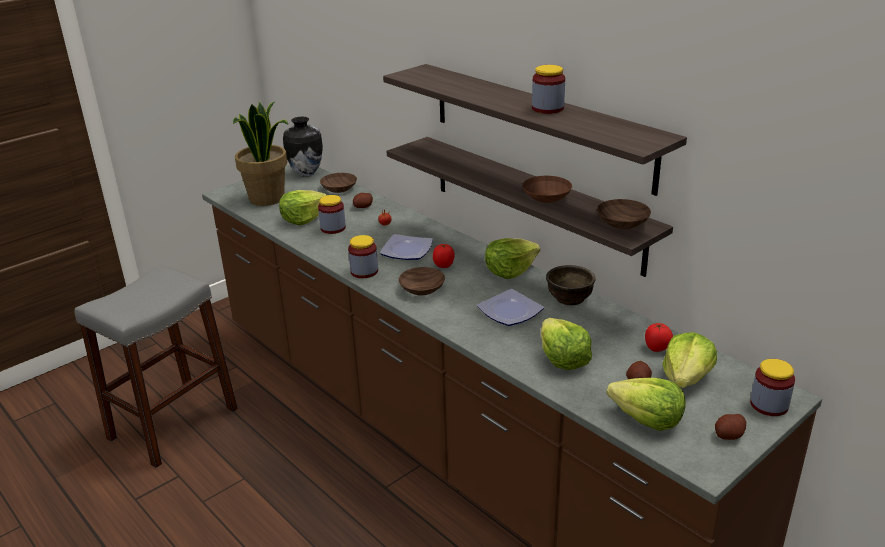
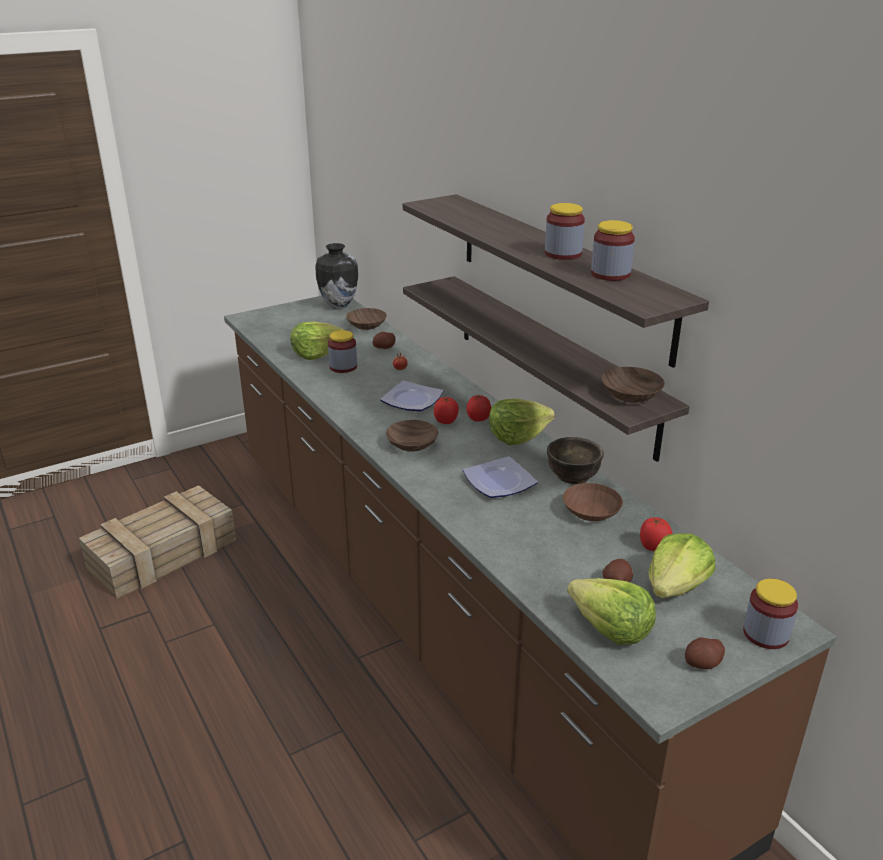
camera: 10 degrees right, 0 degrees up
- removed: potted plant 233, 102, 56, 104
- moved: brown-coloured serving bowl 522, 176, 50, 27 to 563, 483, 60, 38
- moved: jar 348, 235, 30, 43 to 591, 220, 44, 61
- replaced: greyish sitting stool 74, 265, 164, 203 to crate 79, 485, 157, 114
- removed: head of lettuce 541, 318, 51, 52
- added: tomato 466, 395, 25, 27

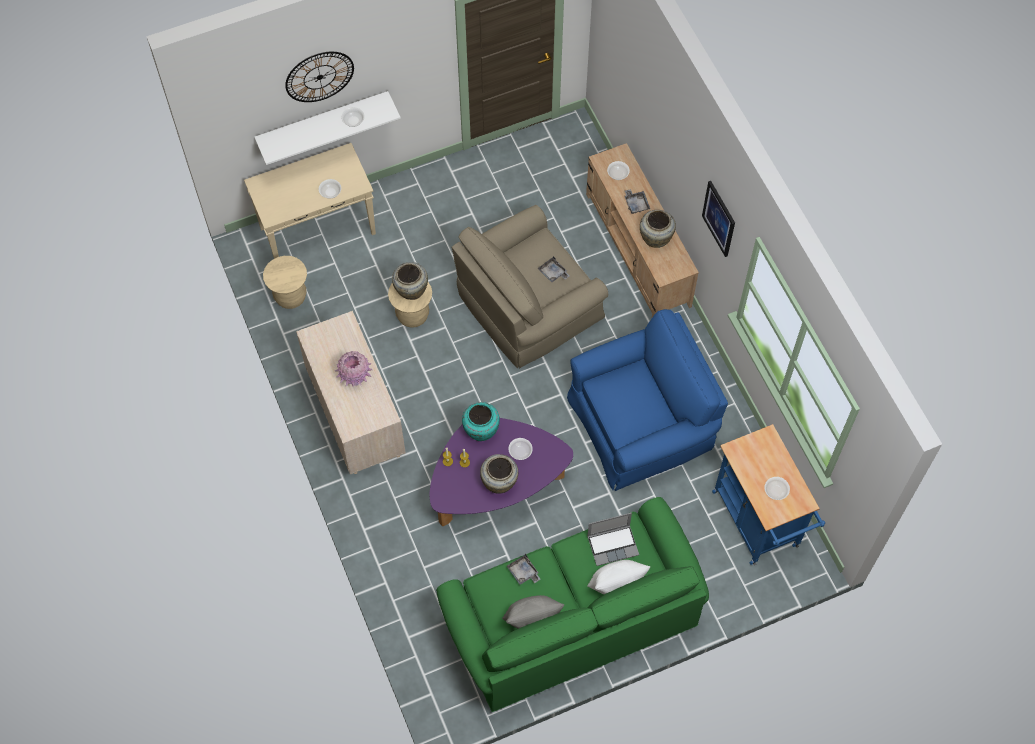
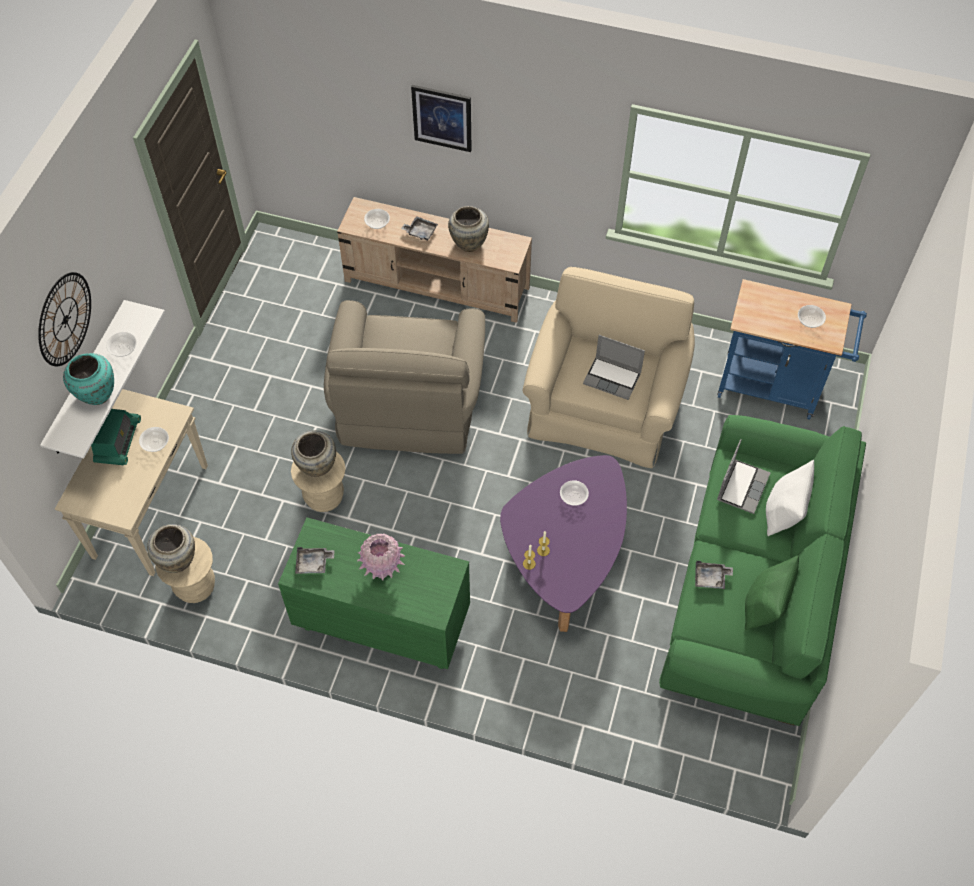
camera: 50 degrees left, 5 degrees down
- moved: wall art 702, 181, 33, 76 to 411, 85, 61, 67
- moved: greyish serving tray 538, 256, 31, 26 to 295, 547, 40, 27
- recoloured: blue-coloured armchair 567, 309, 161, 182 to sand-coloured armchair 523, 267, 172, 201
- recoloured: sand-coloured drawer chest 296, 311, 110, 163 to greenish drawer chest 278, 517, 192, 152
- moved: turquoise vase 462, 402, 38, 39 to 63, 353, 51, 52
- moved: sand-coloured vase 480, 454, 38, 40 to 147, 524, 48, 49
- recoloured: greyish throw pillow 502, 595, 62, 34 to greenish throw pillow 745, 555, 54, 75
- added: laptop 583, 335, 62, 65
- added: radio set 91, 409, 50, 56

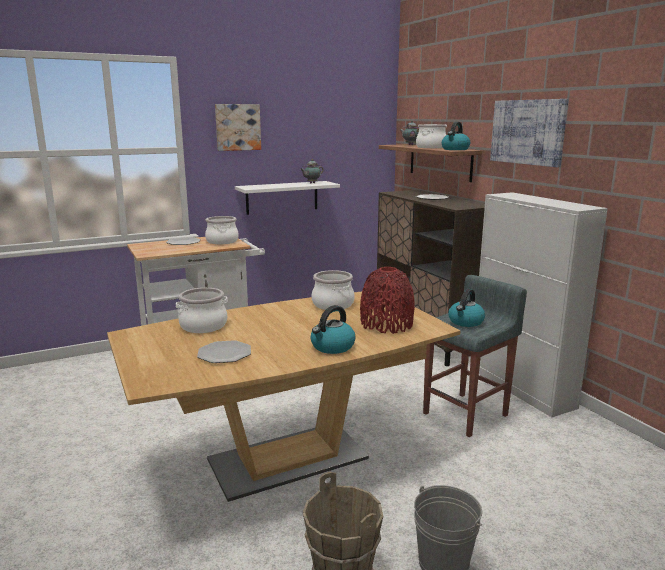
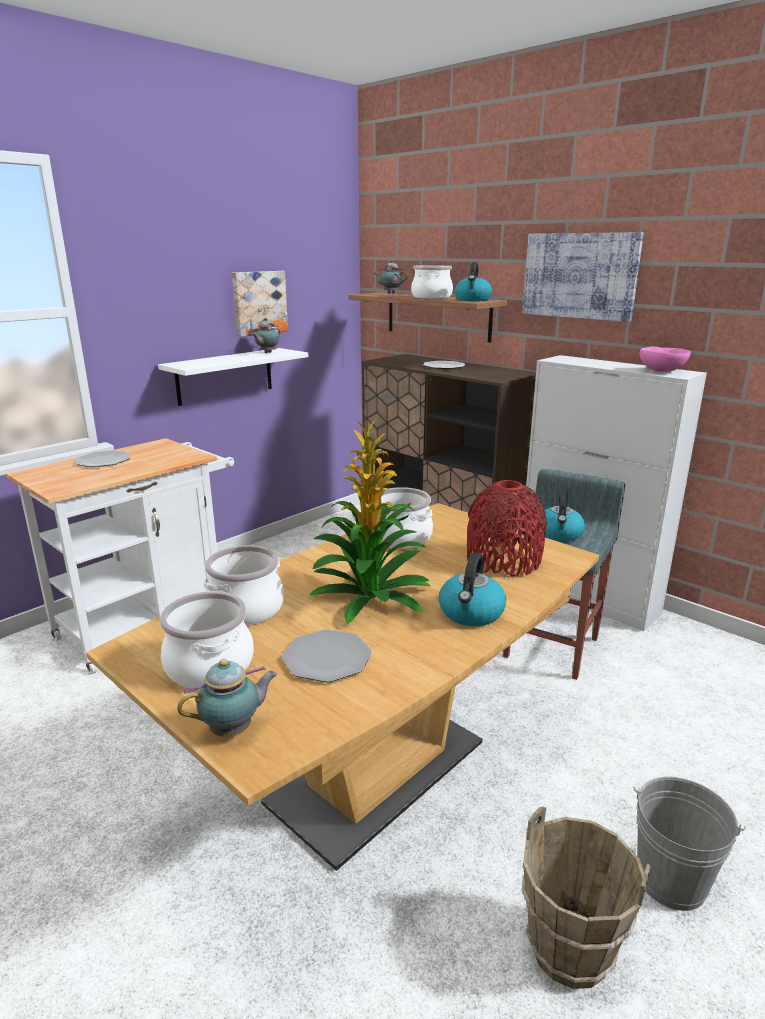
camera: 20 degrees left, 5 degrees up
- moved: wall art 215, 104, 46, 47 to 232, 271, 56, 66
- moved: saucepot 205, 216, 34, 28 to 160, 591, 94, 98
- added: pink-coloured serving bowl 640, 346, 51, 26
- added: potted plant 309, 419, 122, 205
- added: pot for tea 177, 659, 100, 78

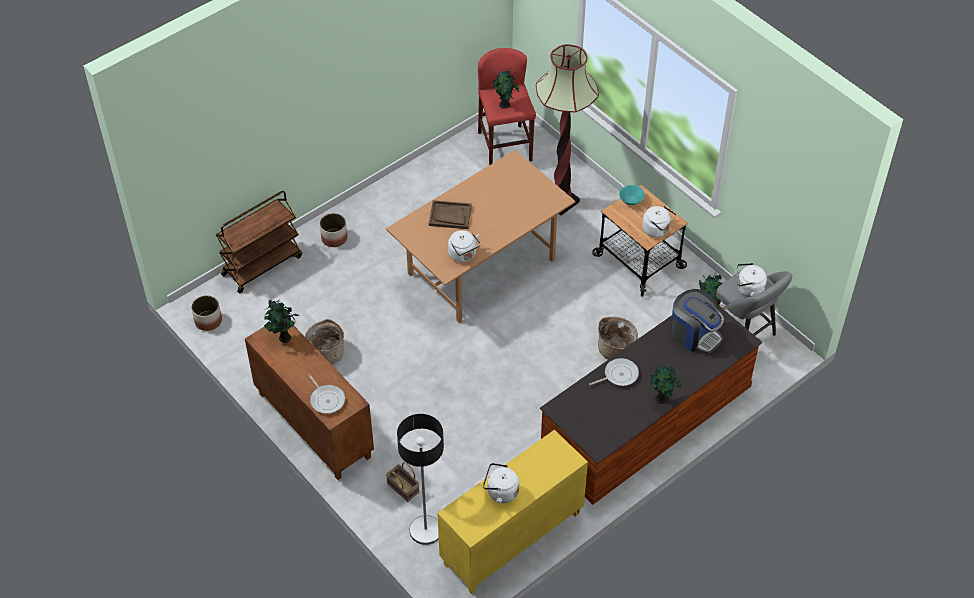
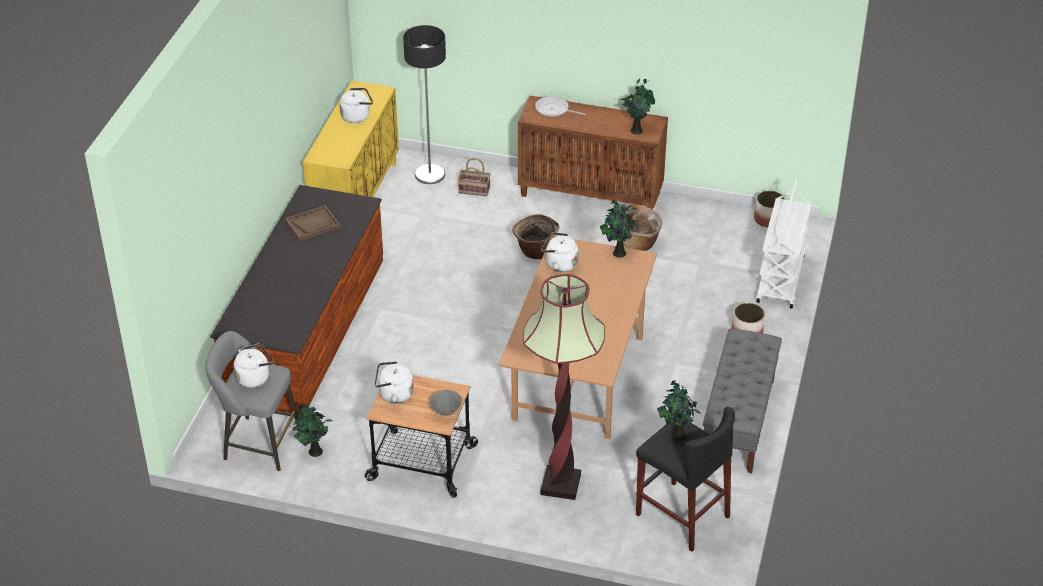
camera: 145 degrees right, 10 degrees down
- recoloured: red sitting stool 478, 48, 58, 117 to black sitting stool 636, 407, 99, 145
- recoloured: turquoise serving bowl 619, 185, 26, 20 to greyish serving bowl 430, 390, 32, 26
- recoloured: brown-coloured wheeled cart 216, 191, 86, 102 to white wheeled cart 756, 179, 56, 130
- moved: brown-coloured serving tray 429, 200, 43, 29 to 285, 205, 55, 36
- removed: coffee brewer 672, 289, 52, 65
- moved: basket 598, 317, 40, 43 to 512, 214, 48, 45
- removed: pan 589, 358, 50, 28
- moved: potted plant 650, 363, 32, 41 to 600, 199, 38, 59
- added: greyish long seat 703, 329, 79, 144

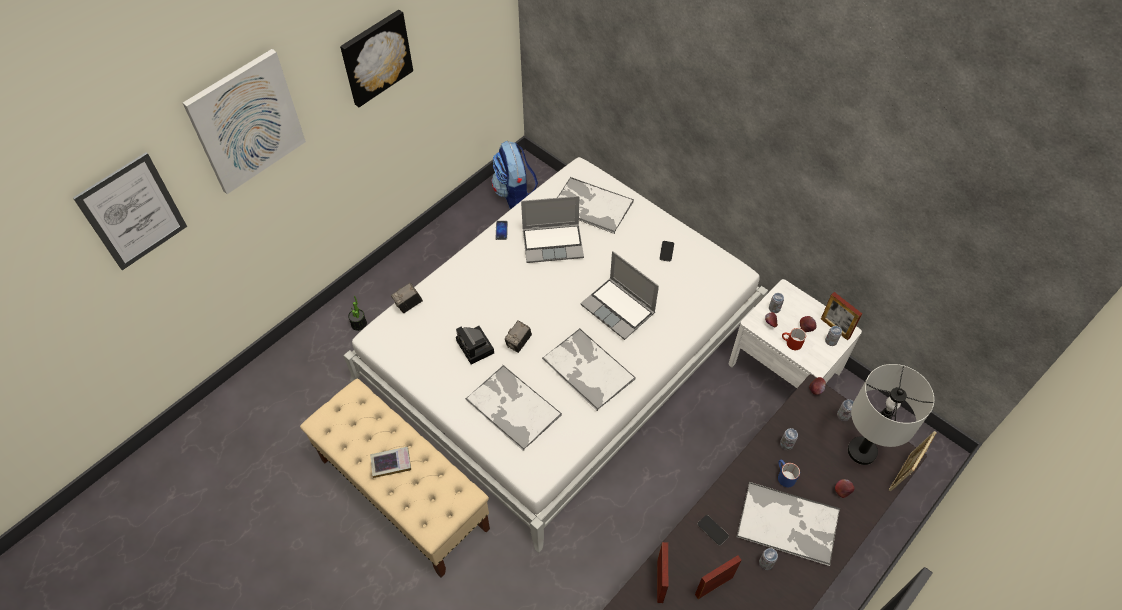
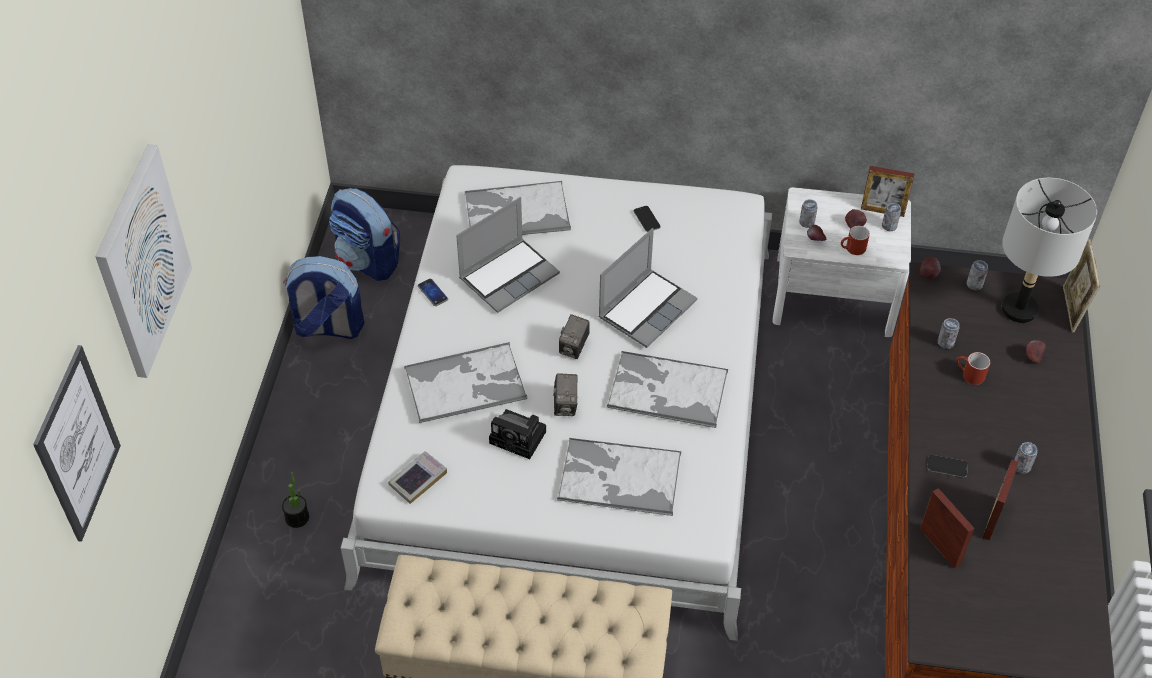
camera: 35 degrees left, 5 degrees down
- removed: wall art 340, 10, 73, 97
- turned: laptop 580, 251, 79, 89 = 598, 228, 99, 120 60 degrees counterclockwise
- moved: photo camera 391, 283, 32, 30 to 559, 314, 31, 45
- moved: bound book 370, 447, 41, 31 to 388, 451, 59, 53
- recoloured: blue-coloured mug 778, 460, 22, 27 to red mug 957, 352, 33, 33
- moved: serving tray 736, 482, 104, 84 to 404, 342, 123, 81
- added: knapsack 283, 256, 82, 83

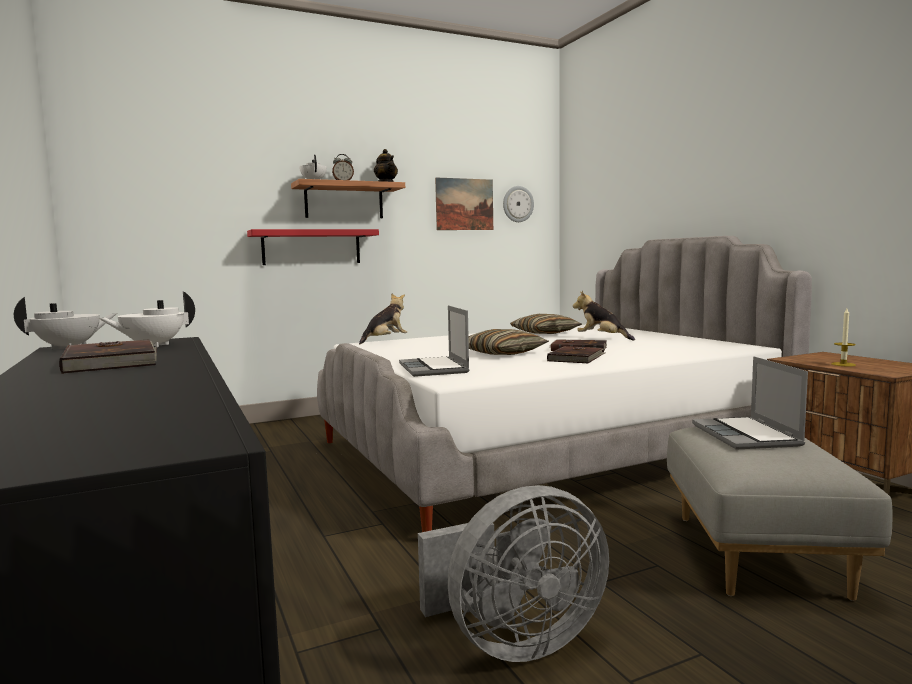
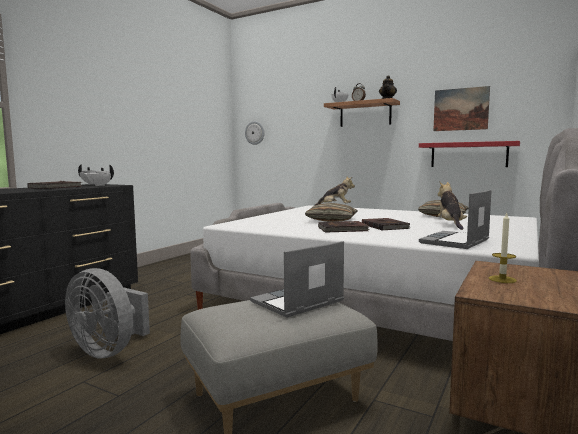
camera: 55 degrees right, 0 degrees up
- moved: clock on the wall 503, 186, 31, 36 to 245, 121, 19, 24
- moved: red bracket shelf 247, 229, 132, 36 to 419, 141, 101, 26
- moved: laptop 399, 305, 71, 72 to 419, 190, 73, 59

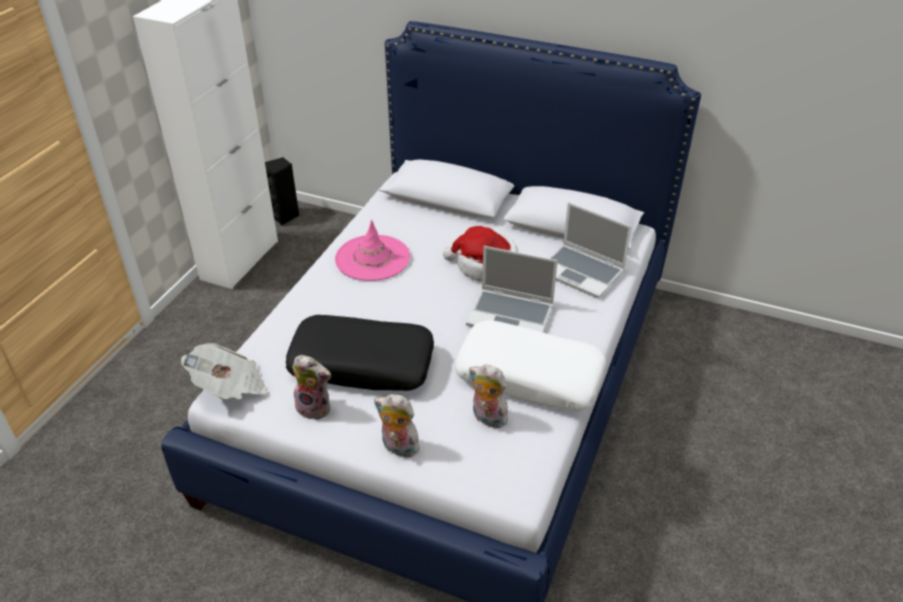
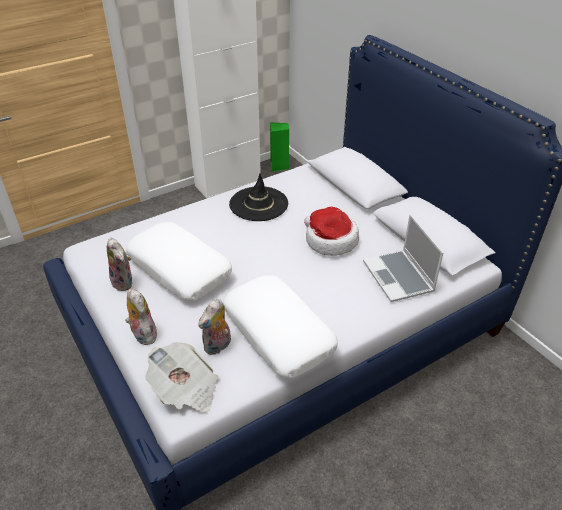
camera: 35 degrees right, 0 degrees up
- recoloured: black audio speaker 265, 157, 34, 69 to greenish audio speaker 270, 122, 19, 50
- recoloured: pink-coloured wearable hat 335, 220, 75, 61 to black wearable hat 229, 174, 59, 47
- removed: laptop 466, 246, 92, 86
- recoloured: black throw pillow 286, 315, 148, 76 to white throw pillow 126, 222, 106, 79
- moved: daily paper 181, 343, 86, 57 to 145, 342, 74, 71
- turned: plush toy 469, 364, 41, 64 = 198, 299, 33, 56 120 degrees counterclockwise

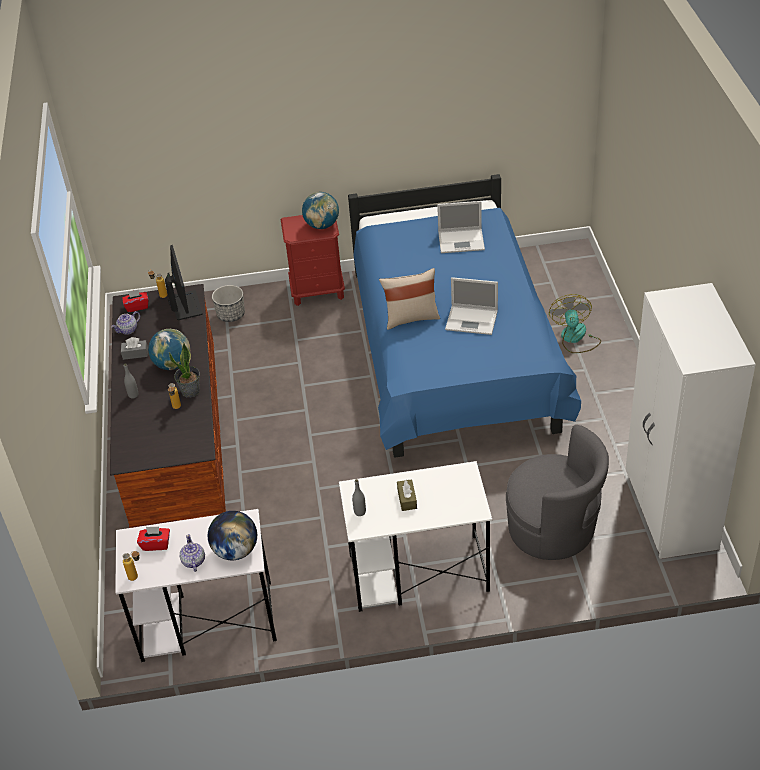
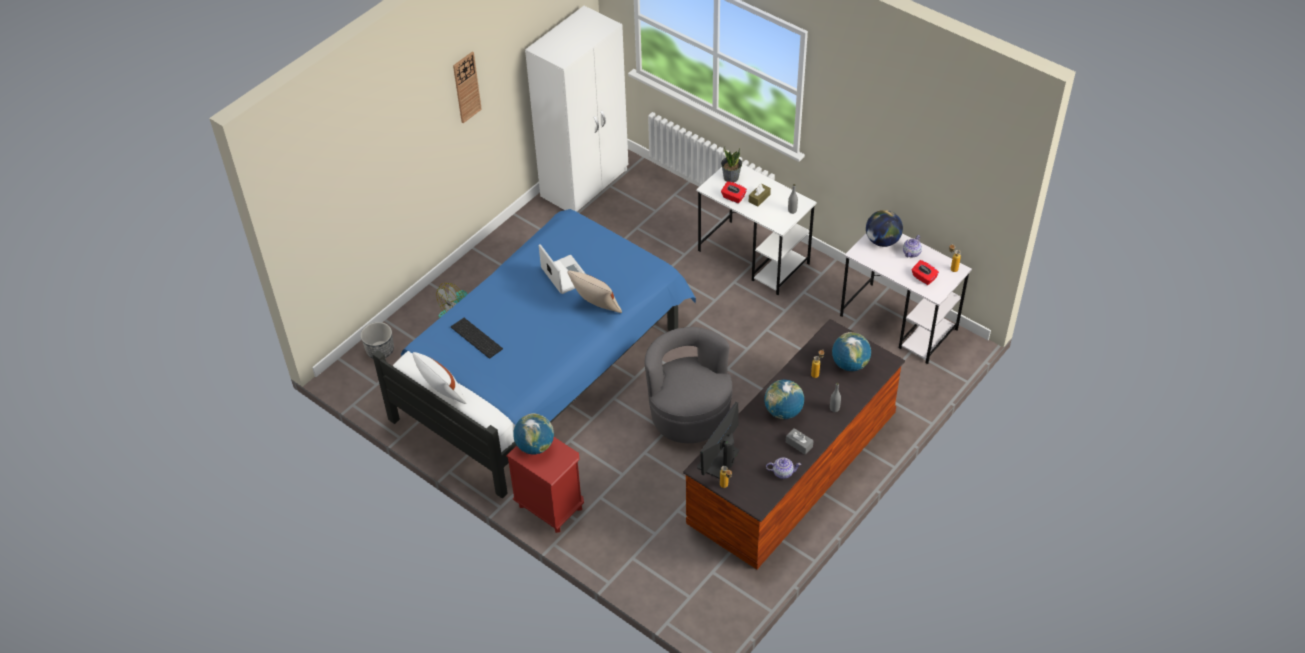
camera: 135 degrees left, 5 degrees up
- replaced: laptop 437, 201, 48, 52 to computer keyboard 451, 318, 52, 41
- moved: planter 212, 285, 33, 37 to 361, 322, 33, 37
- moved: red box of tissues 122, 289, 26, 23 to 721, 181, 26, 22
- moved: potted plant 169, 343, 31, 55 to 721, 147, 21, 35
- moved: greyish armchair 506, 425, 103, 135 to 645, 327, 87, 116
- added: clock on the wall 453, 52, 29, 71
- added: world globe 832, 332, 39, 39
- added: white throw pillow 412, 352, 55, 52

